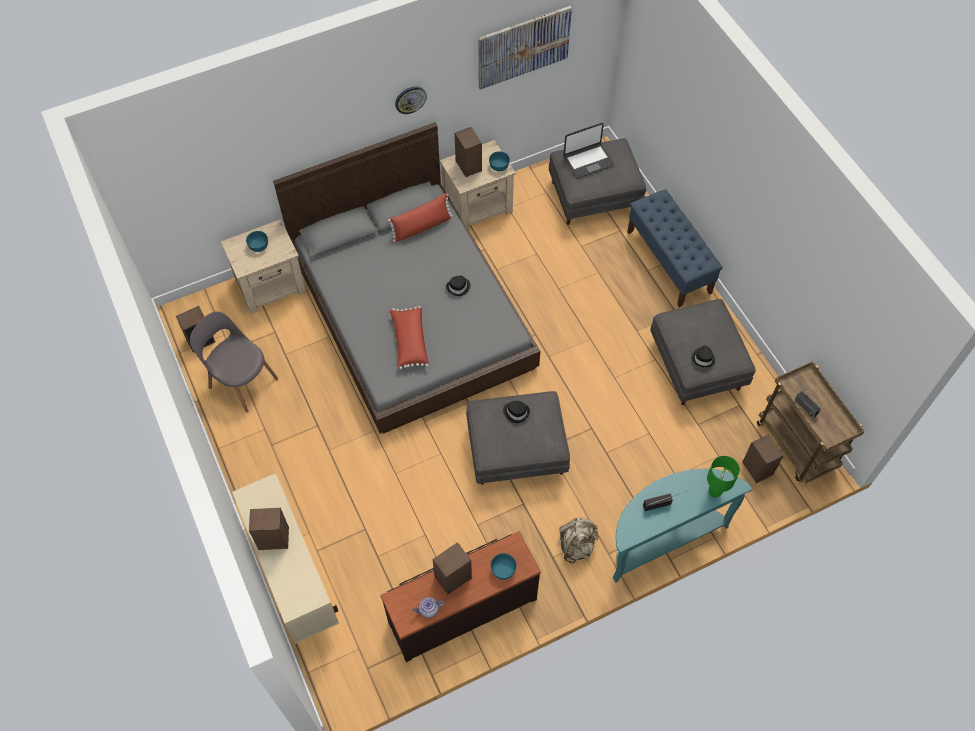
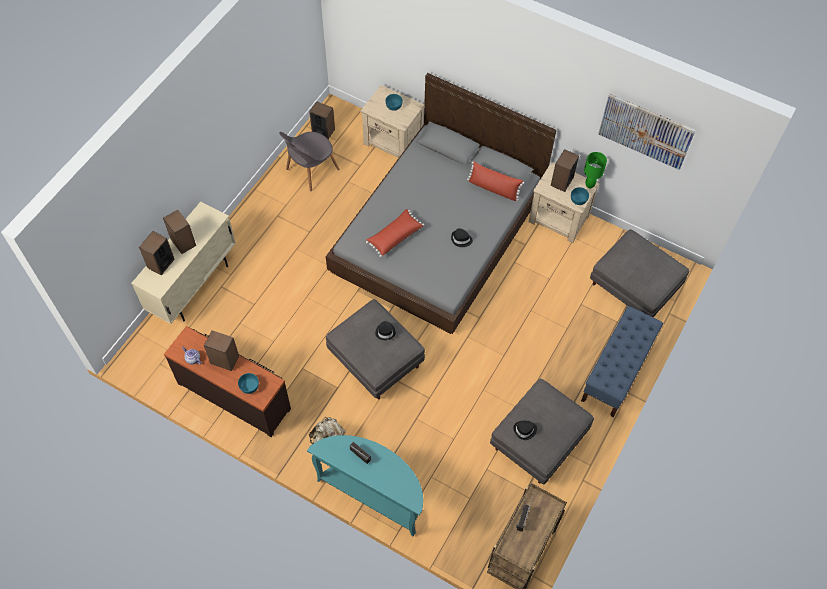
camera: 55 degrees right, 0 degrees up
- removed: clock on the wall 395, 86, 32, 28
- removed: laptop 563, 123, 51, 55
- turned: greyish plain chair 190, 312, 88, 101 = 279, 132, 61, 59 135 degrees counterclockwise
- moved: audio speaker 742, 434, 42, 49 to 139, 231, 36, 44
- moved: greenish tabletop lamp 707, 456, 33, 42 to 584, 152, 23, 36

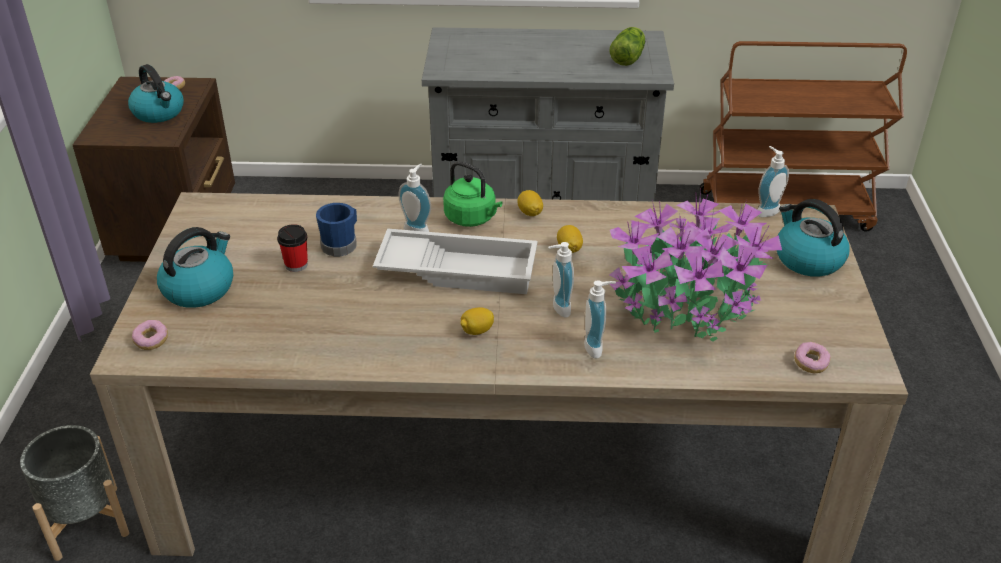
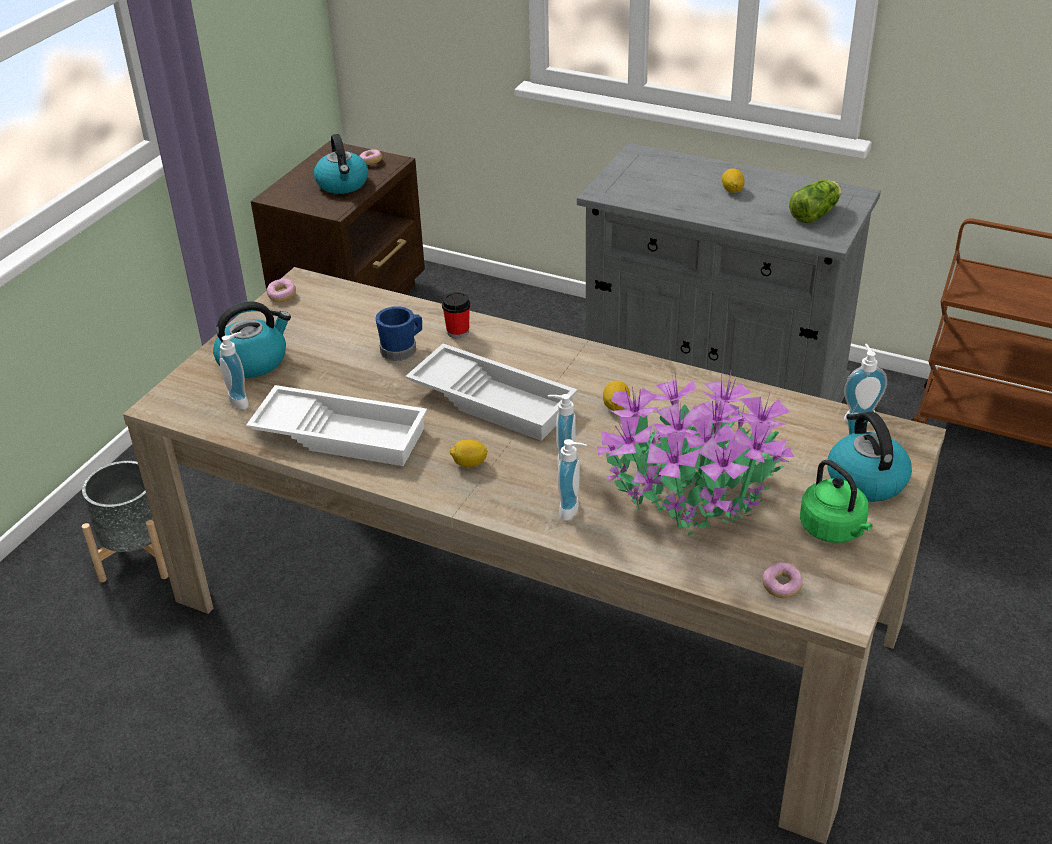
camera: 25 degrees right, 0 degrees up
- moved: greenish tea kettle 443, 161, 59, 66 to 800, 460, 73, 83
- moved: liquid soap bottle 398, 164, 33, 68 to 219, 332, 30, 77
- moved: citrus fruit 518, 190, 25, 26 to 722, 168, 23, 25
- moved: small cup 277, 224, 31, 48 to 442, 292, 28, 46
- moved: donut 132, 320, 36, 30 to 266, 278, 30, 24
- added: white serving tray 246, 385, 181, 81

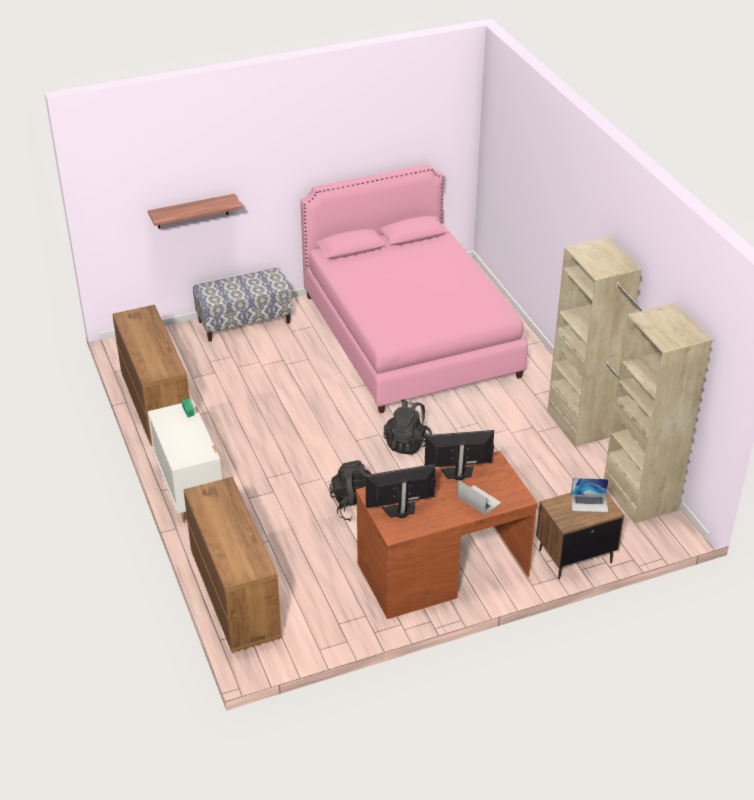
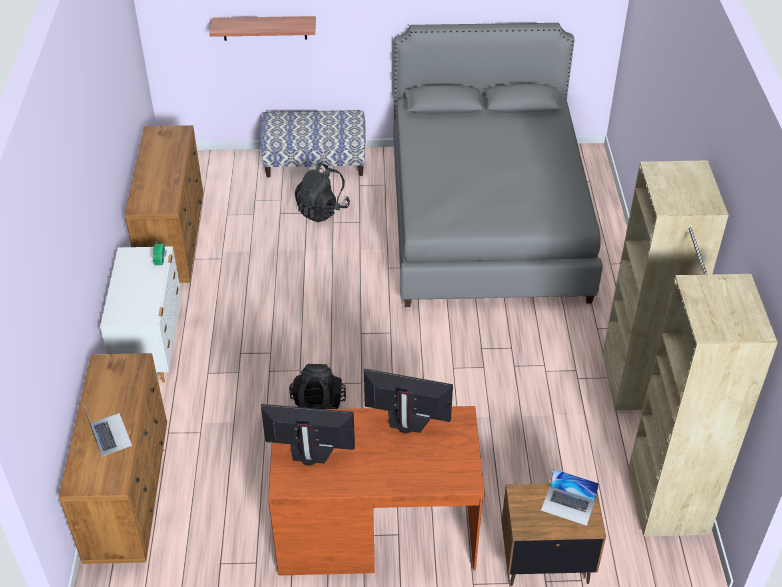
camera: 20 degrees right, 5 degrees up
- recoloured: pink-coloured bedroom bed 300, 164, 228, 249 to greyish bedroom bed 394, 23, 209, 284
- moved: black knapsack 384, 399, 48, 56 to 295, 163, 55, 59
- moved: laptop 457, 480, 44, 35 to 84, 405, 48, 52

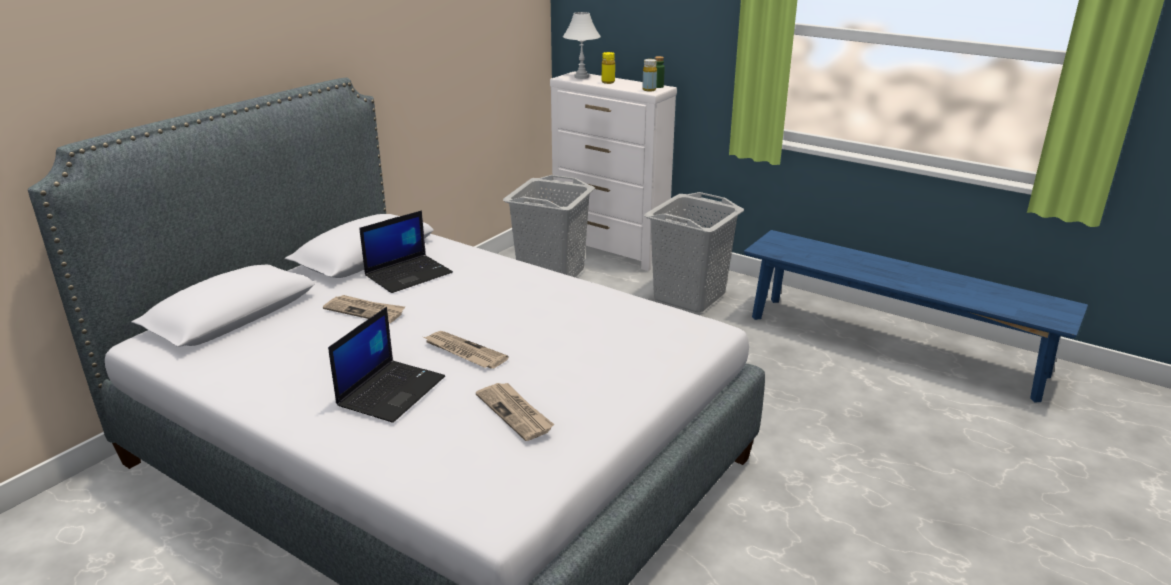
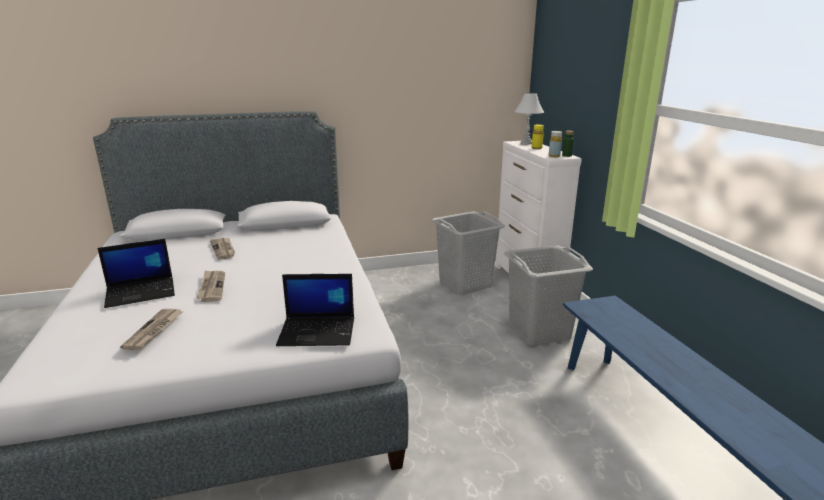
camera: 40 degrees right, 5 degrees down
- moved: laptop 359, 210, 94, 83 to 276, 274, 78, 72

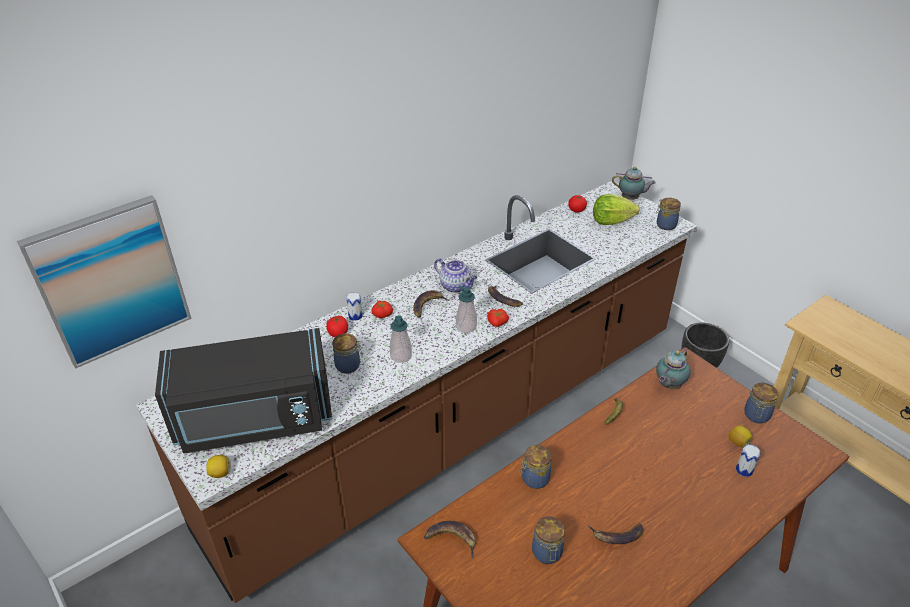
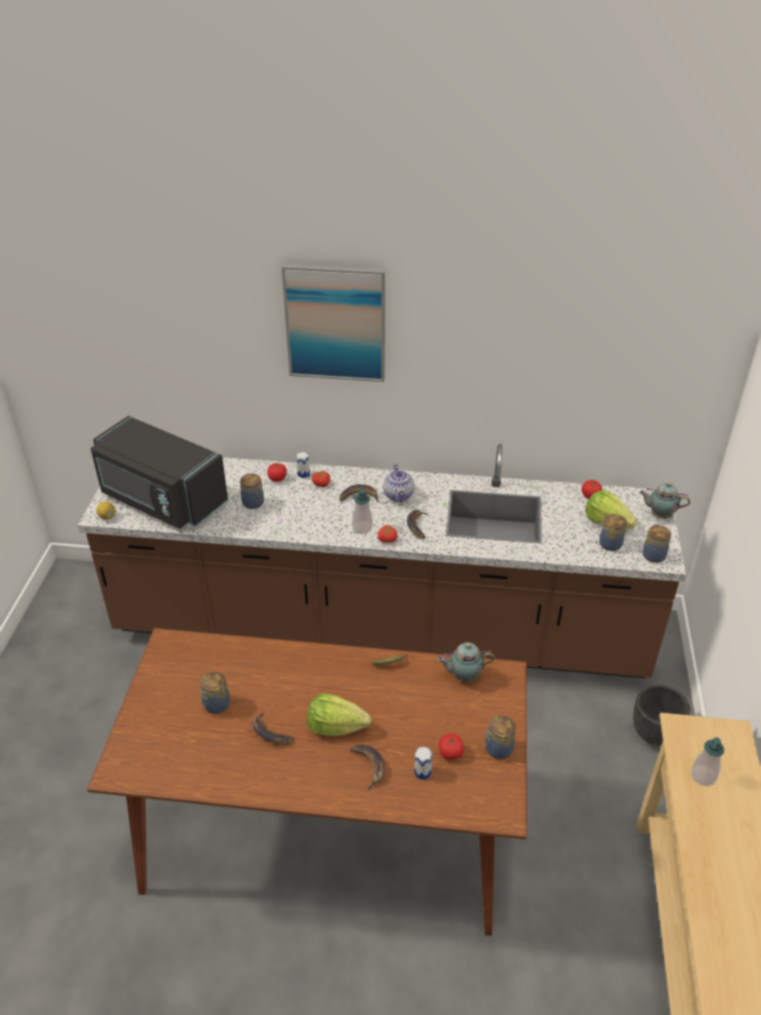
camera: 45 degrees right, 0 degrees up
- turned: pot for tea 612, 167, 44, 33 = 639, 482, 51, 37 135 degrees clockwise
- moved: wall art 17, 195, 175, 174 to 282, 264, 103, 118
- moved: liquid soap bottle 390, 315, 22, 48 to 691, 737, 33, 49
- replaced: citrus fruit 728, 425, 24, 23 to tomato 439, 734, 25, 26
- moved: jar 520, 445, 32, 44 to 598, 514, 29, 37
- moved: whole banana 424, 521, 52, 38 to 350, 744, 35, 47
- added: head of lettuce 307, 694, 64, 42

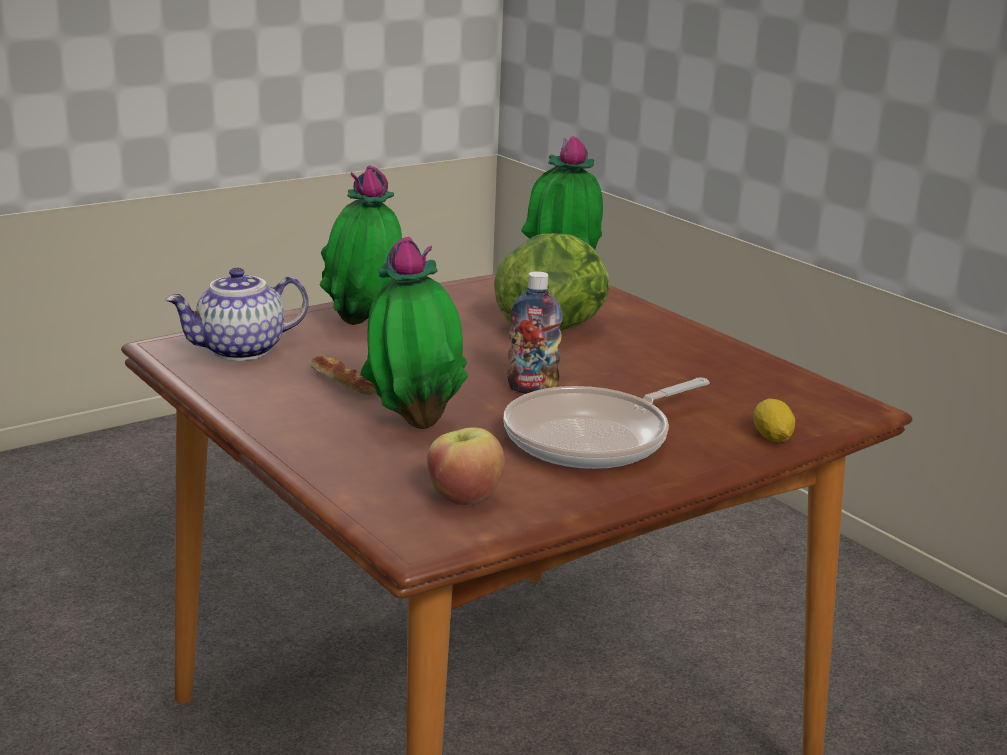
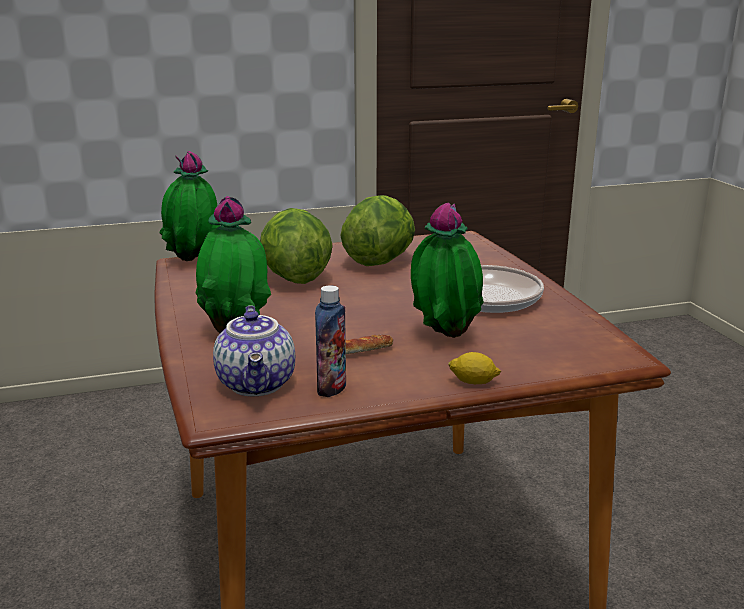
camera: 70 degrees left, 0 degrees up
- moved: bottle 507, 271, 56, 122 to 315, 285, 31, 112
- moved: citrus fruit 754, 398, 41, 44 to 448, 352, 53, 32
- removed: whole apple 427, 427, 78, 78
- added: head of lettuce 340, 195, 75, 71

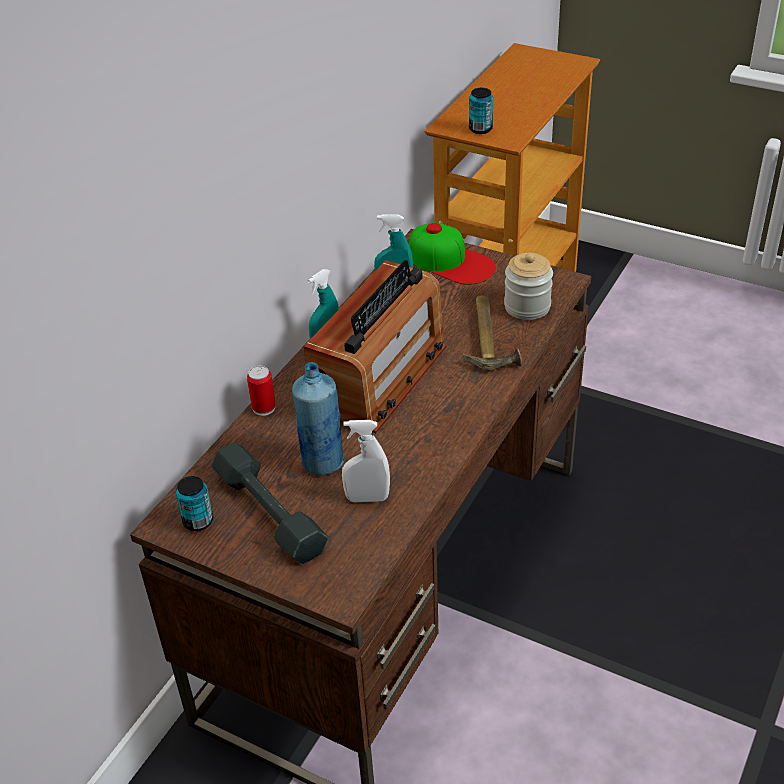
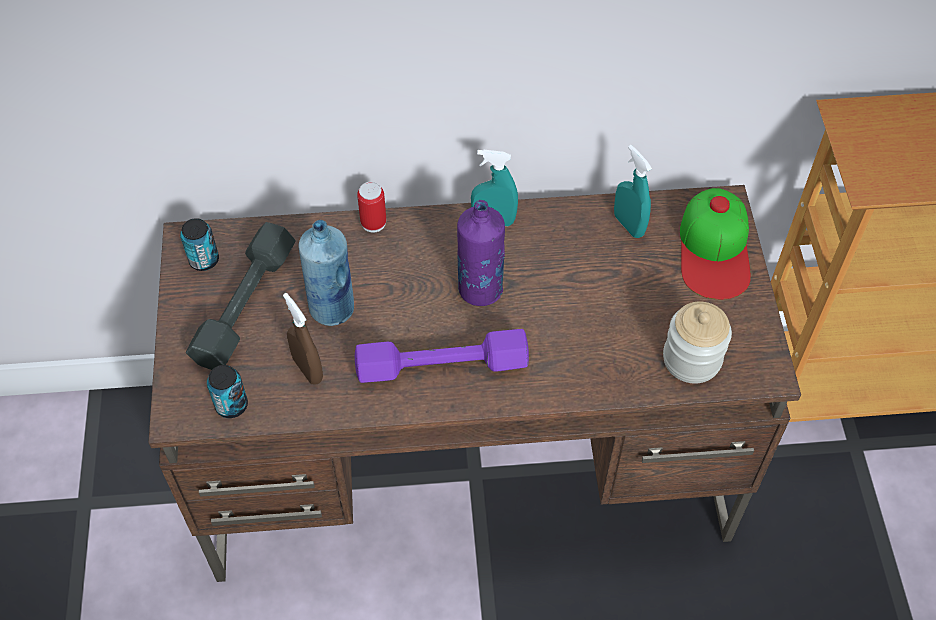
camera: 55 degrees right, 15 degrees up
- moved: metal can 469, 88, 24, 46 to 207, 365, 41, 53
- replaced: radio set 304, 260, 142, 173 to purplish bottle 457, 200, 48, 106
- removed: hand hammer 463, 295, 59, 76
- recoloured: white sprayer 342, 420, 48, 82 to brown-coloured sprayer 283, 293, 40, 92
- added: purplish hand weight 355, 329, 174, 54

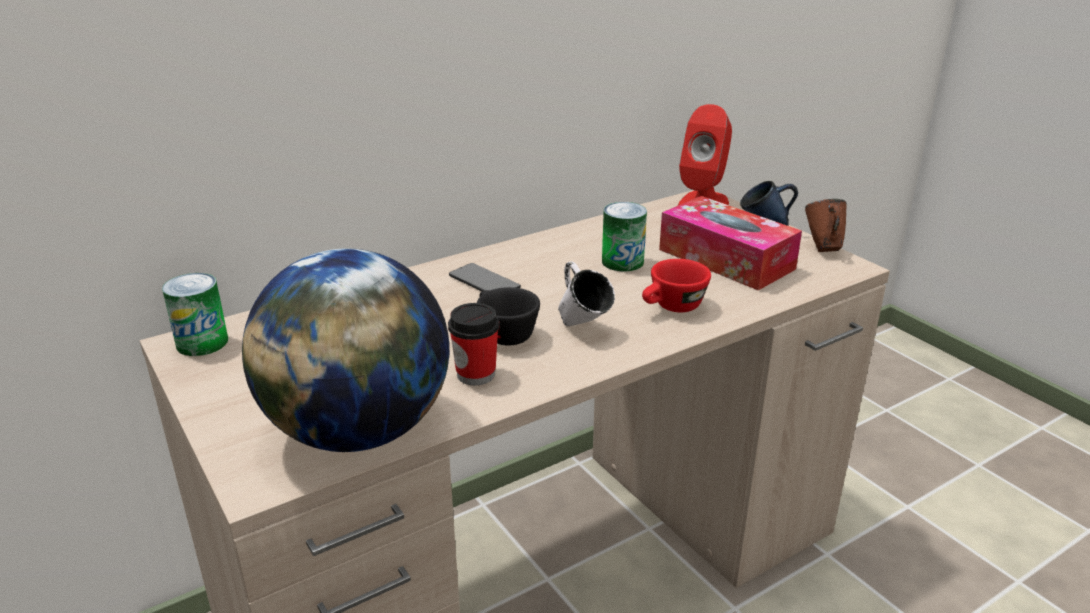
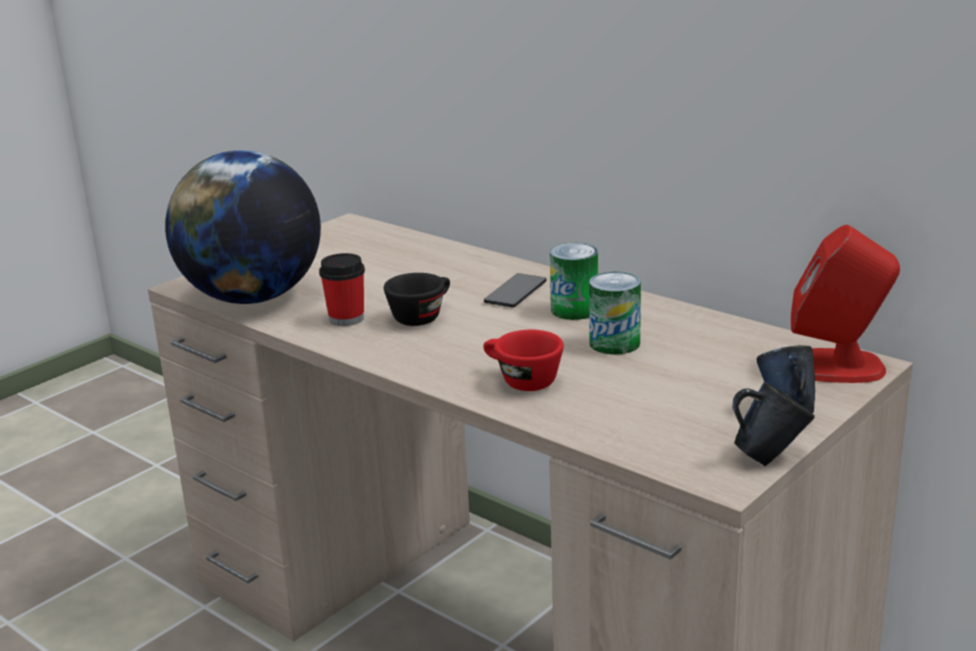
camera: 75 degrees right, 5 degrees down
- removed: box of tissues 659, 196, 143, 94
- recoloured: brown-coloured mug 805, 199, 42, 53 to blue-coloured mug 732, 381, 83, 85
- removed: white mug 558, 262, 57, 64
- moved: metal can 162, 273, 66, 83 to 550, 243, 48, 77

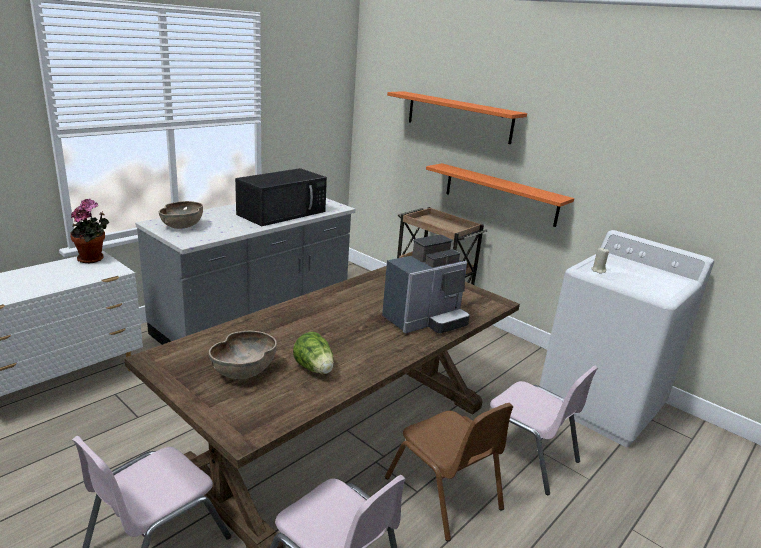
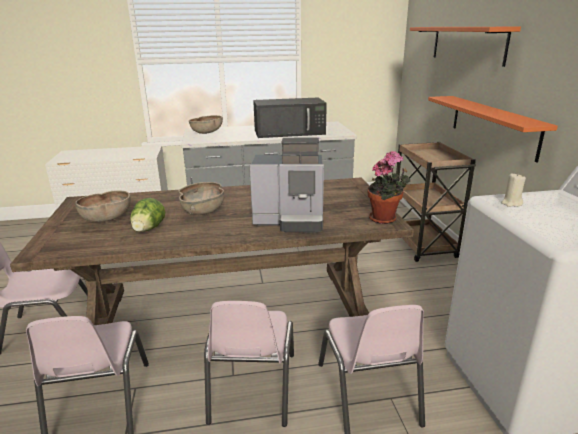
camera: 40 degrees right, 0 degrees up
- moved: potted plant 70, 199, 39, 64 to 367, 151, 43, 73
- recoloured: brown-coloured plain chair 385, 403, 128, 138 to pink-coloured plain chair 204, 301, 90, 126
- added: brown-coloured serving bowl 178, 182, 46, 33

